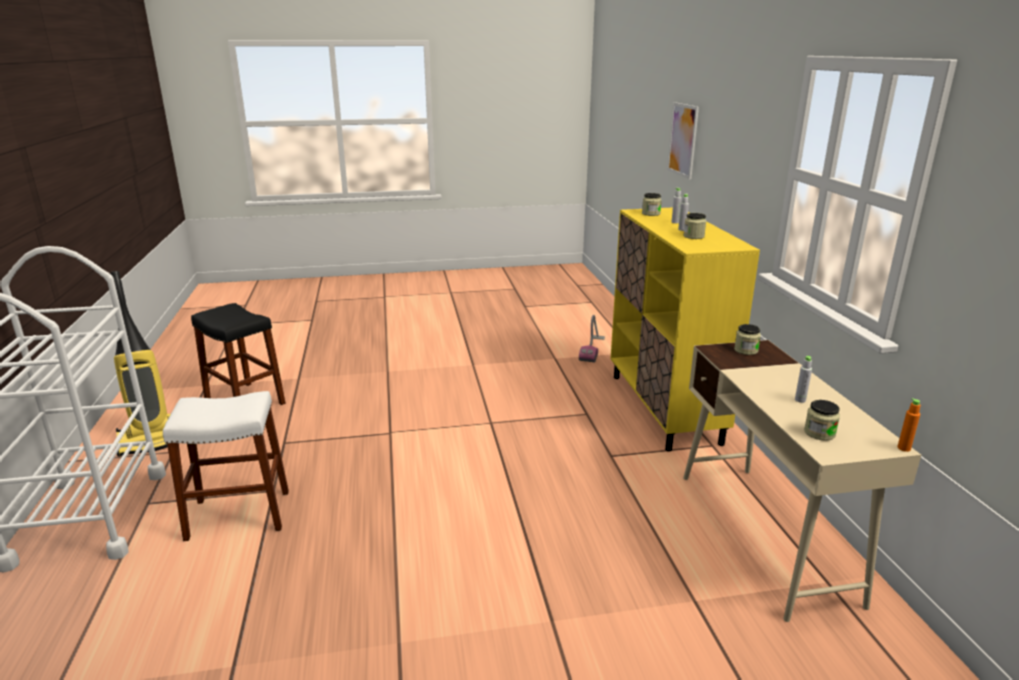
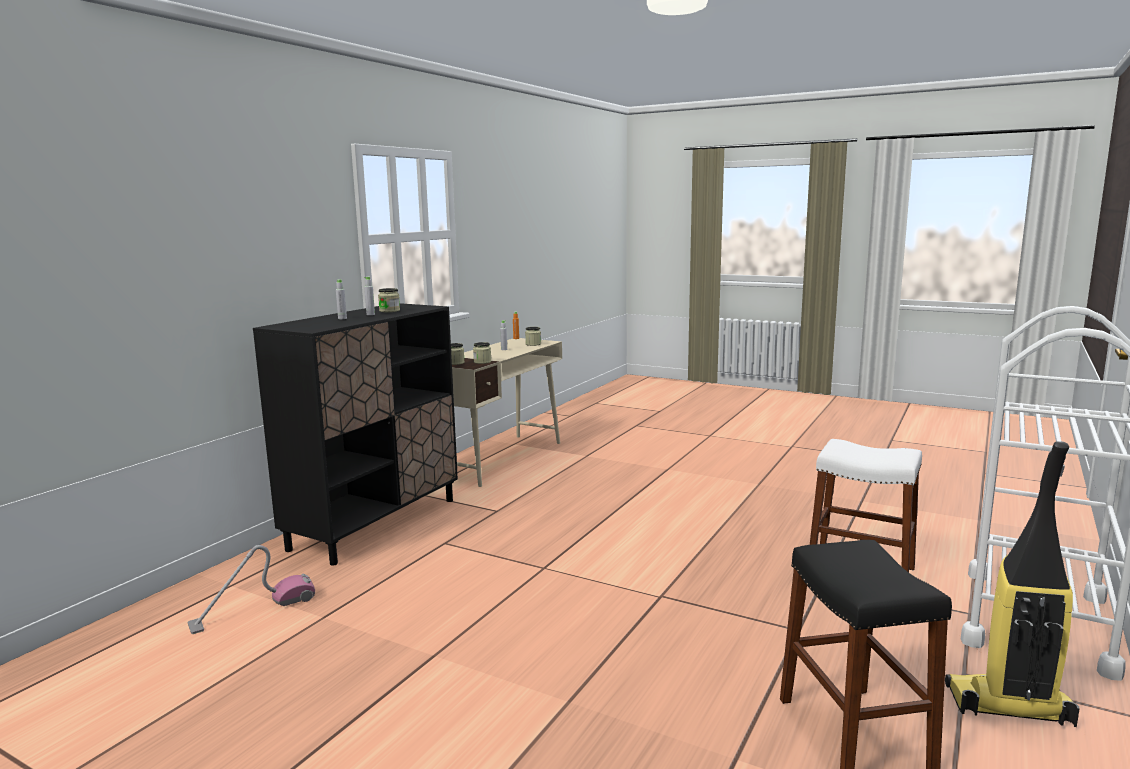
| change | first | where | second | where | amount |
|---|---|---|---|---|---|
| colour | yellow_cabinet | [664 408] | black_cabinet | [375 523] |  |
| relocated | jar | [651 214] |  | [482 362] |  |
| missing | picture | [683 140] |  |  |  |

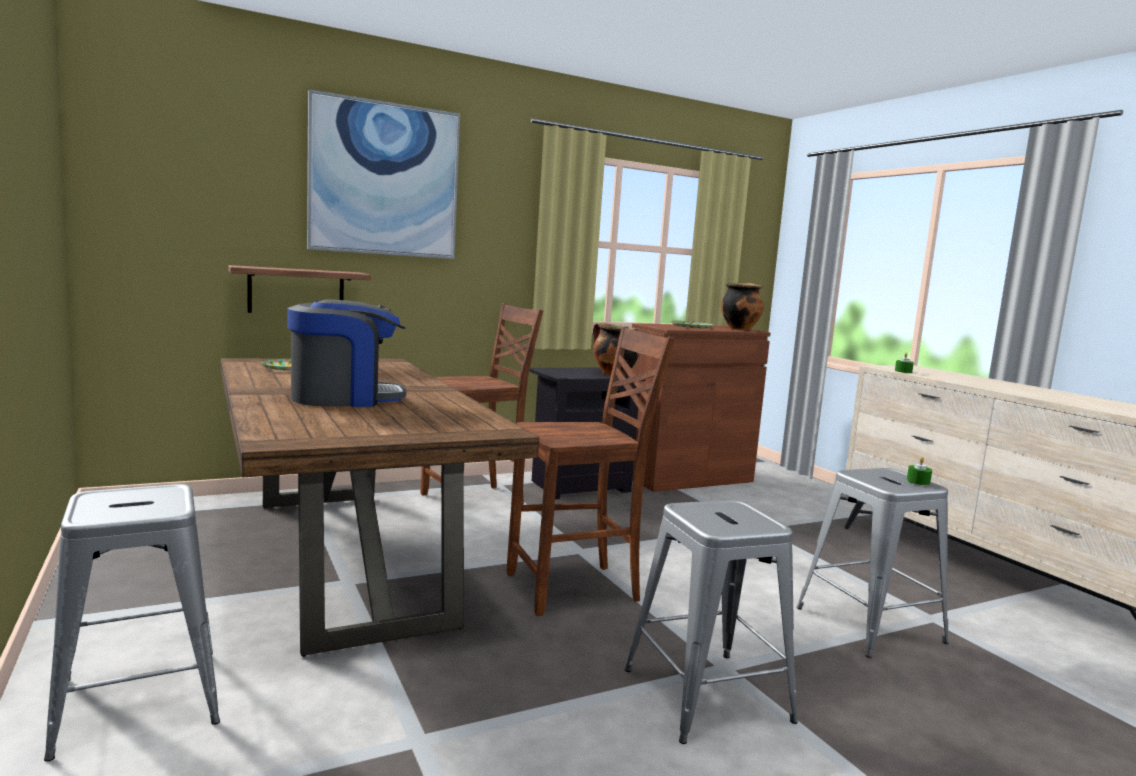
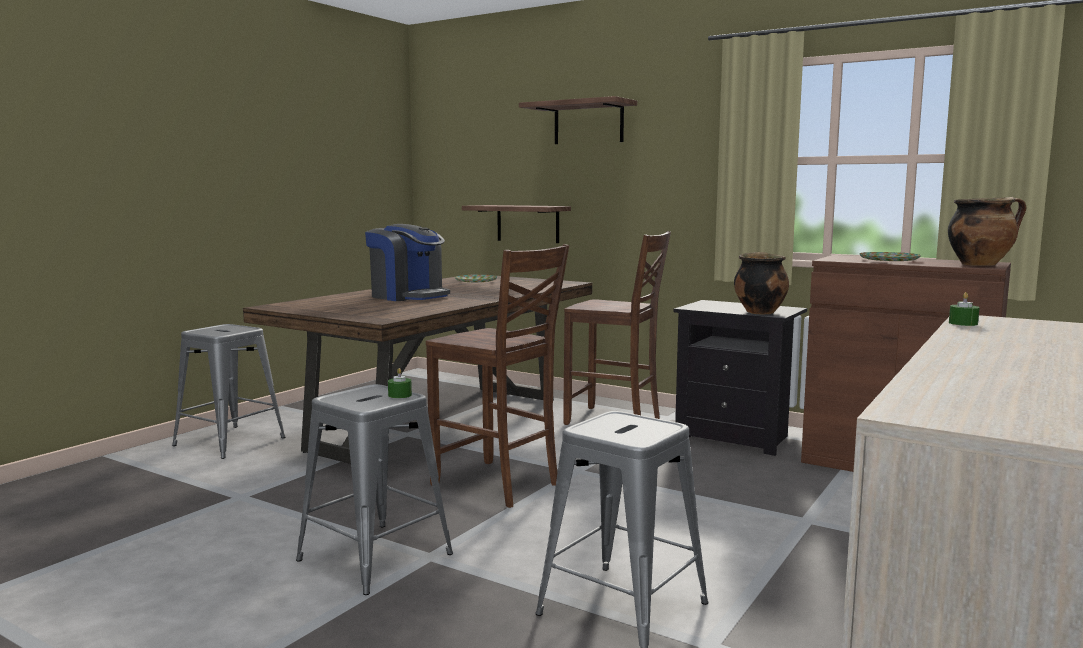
| change | first | where | second | where | amount |
|---|---|---|---|---|---|
| relocated | green_candle | [918 481] |  | [400 395] |  |
| exchanged | picture | [384 179] | shelf | [588 123] |  |

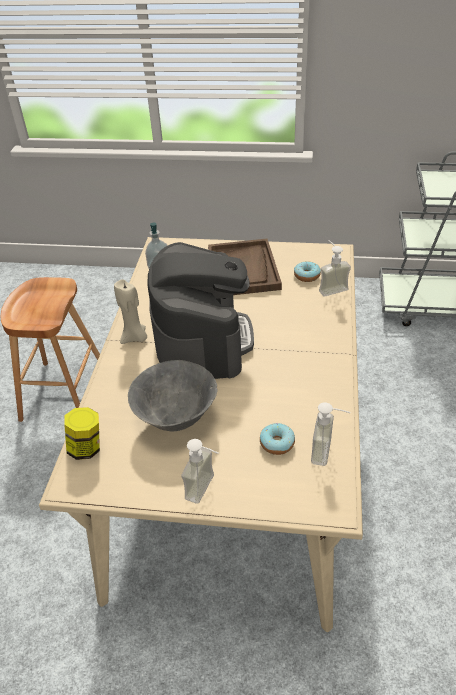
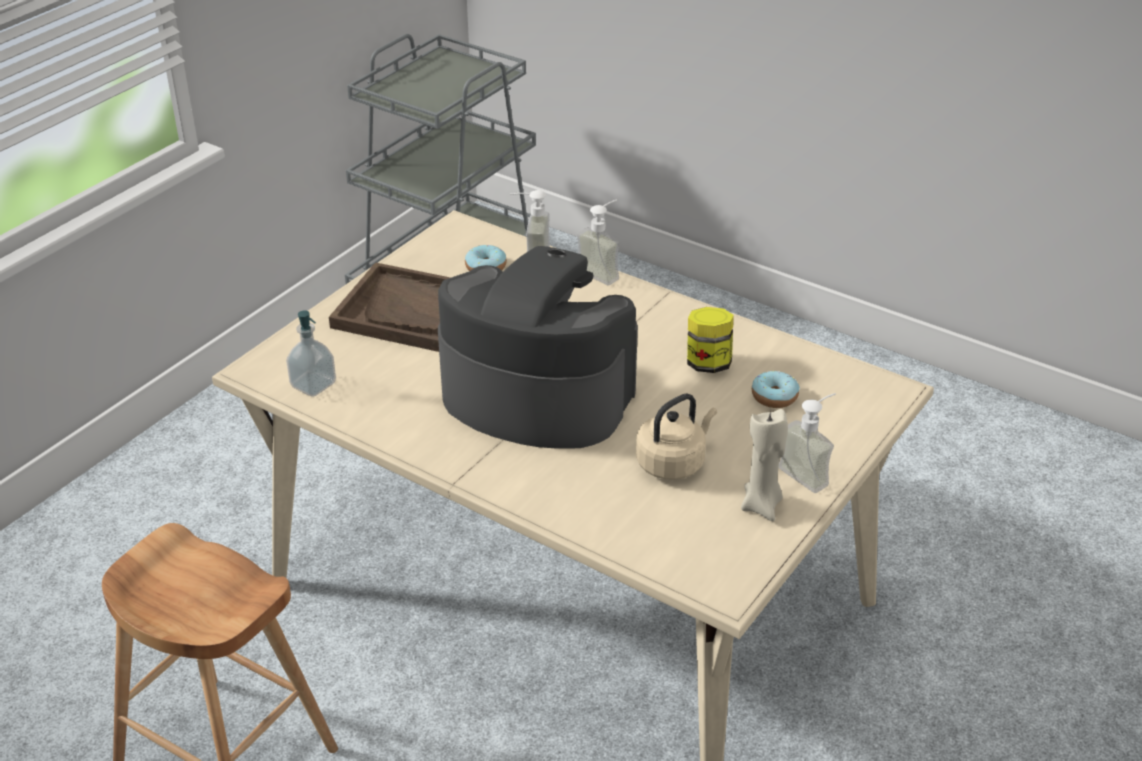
| change | first | where | second | where | amount |
|---|---|---|---|---|---|
| relocated | soap_dispenser | [329 452] |  | [603 271] |  |
| exchanged | grey_bowl | [176 418] | beige_kettle | [673 462] |  |
| relocated | jar | [86 448] |  | [708 363] |  |
| relocated | beige_candle | [135 338] |  | [762 505] |  |

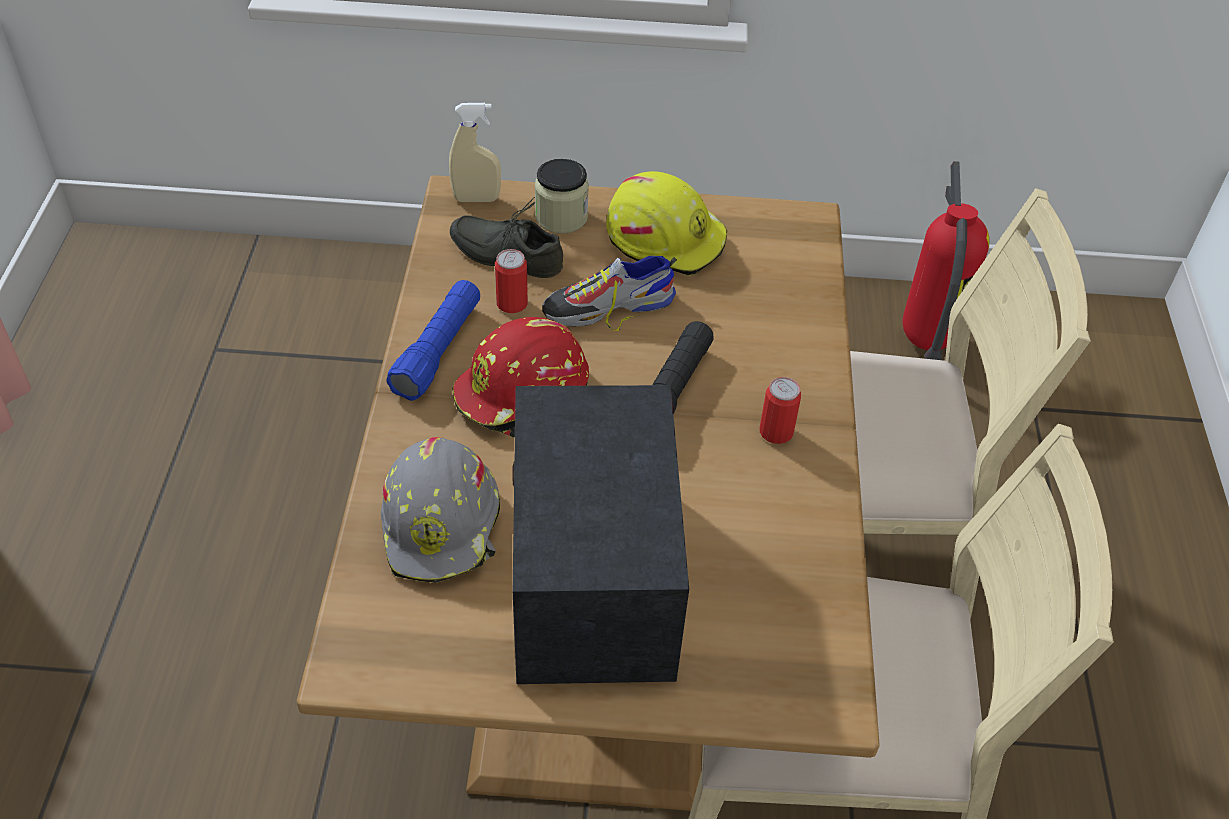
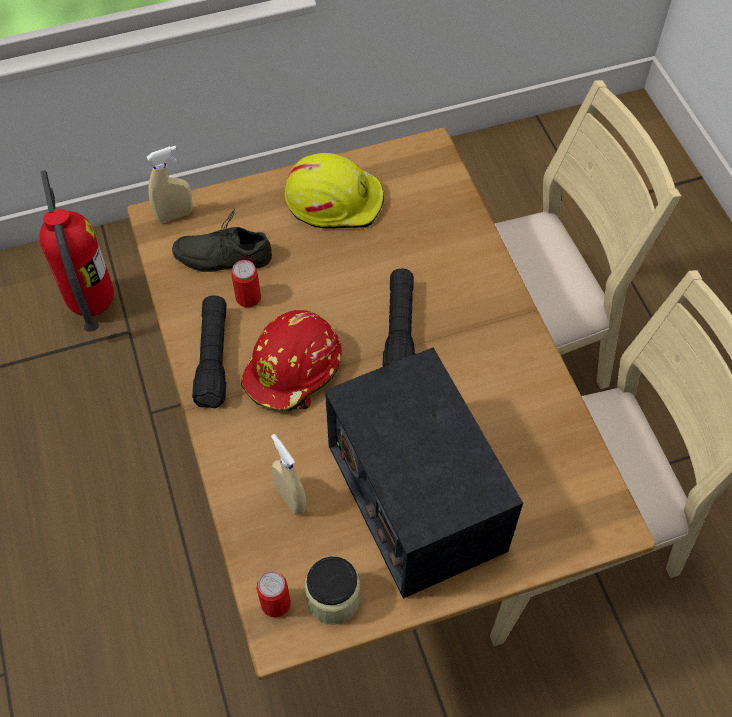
| change | first | where | second | where | amount |
|---|---|---|---|---|---|
| relocated | fire_extinguisher | [924 341] |  | [91 305] |  |
| colour | blue_flashlight | [438 351] | black_flashlight | [213 358] |  |
| relocated | can | [776 432] |  | [275 603] |  |
| exchanged | grey_hard_hat | [443 524] | beige_spray_bottle | [290 498] |  |
| relocated | jar | [561 217] |  | [333 599] |  |
| missing | shoe | [608 306] |  |  |  |

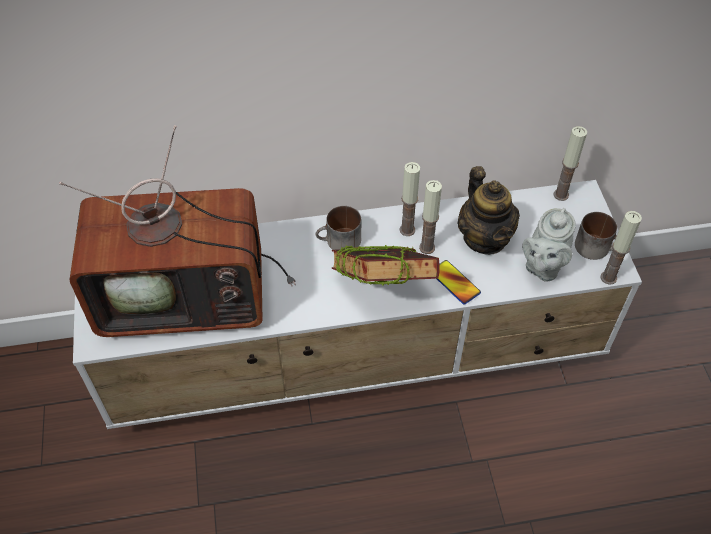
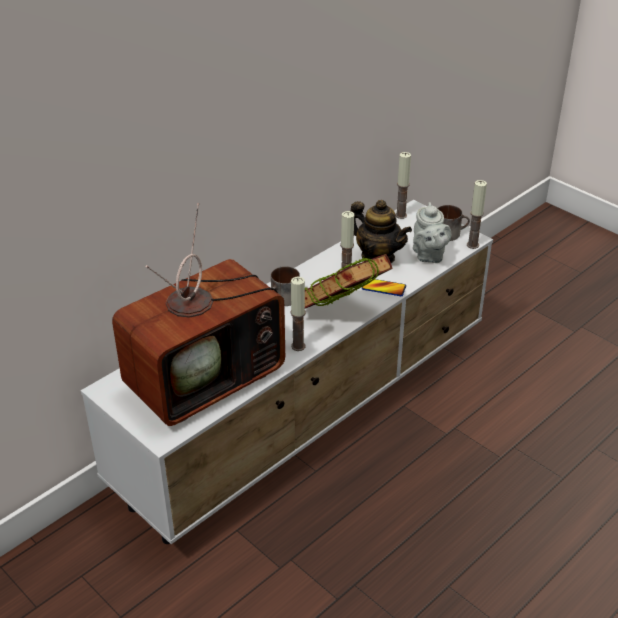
| change | first | where | second | where | amount |
|---|---|---|---|---|---|
| relocated | candle | [407 230] |  | [298 346] |  |

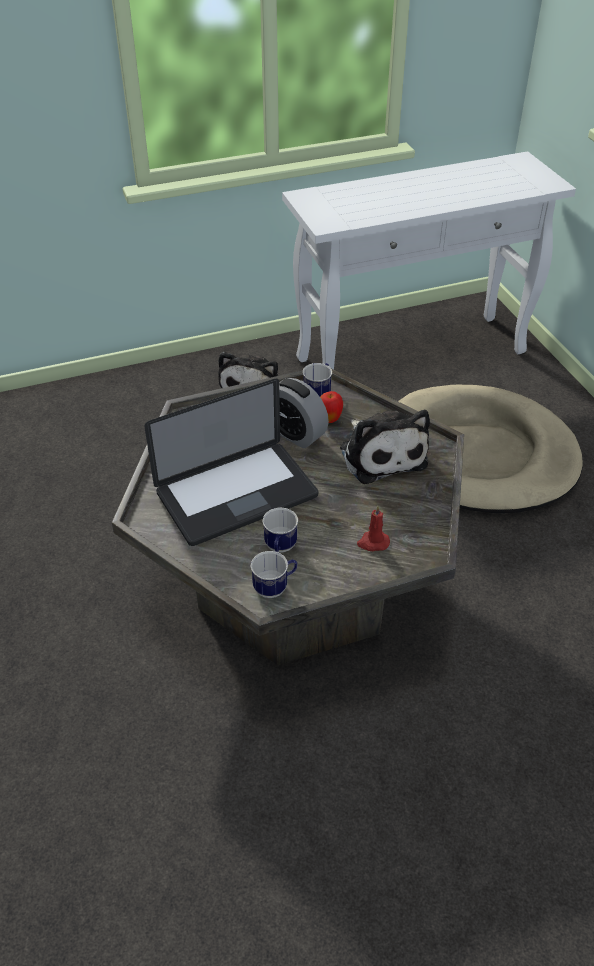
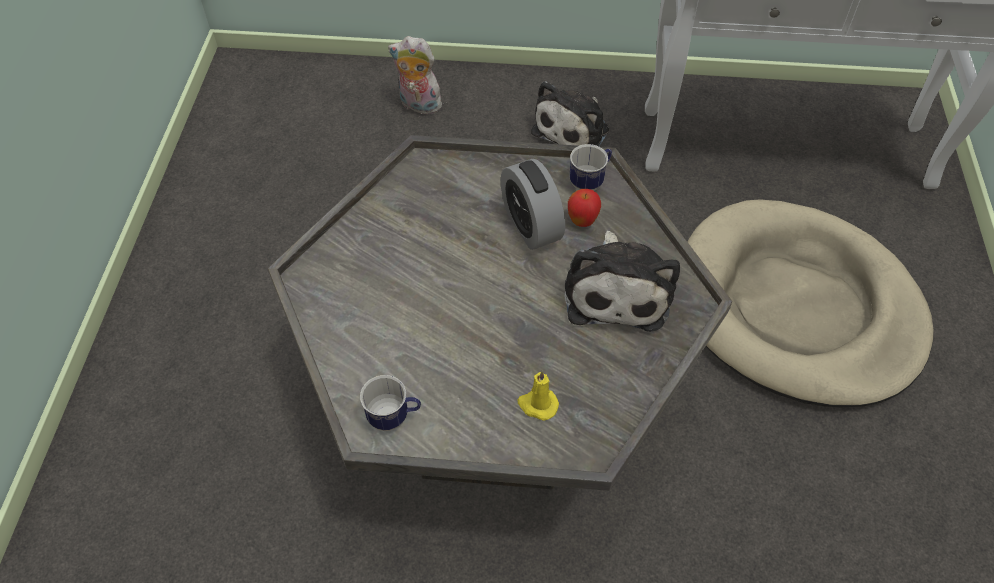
| change | first | where | second | where | amount |
|---|---|---|---|---|---|
| appeared |  |  | plush_toy | [418 105] |  |
| colour | red_candle | [373 542] | yellow_candle | [537 405] |  |
| missing | laptop | [237 495] |  |  |  |
| missing | mug | [280 548] |  |  |  |

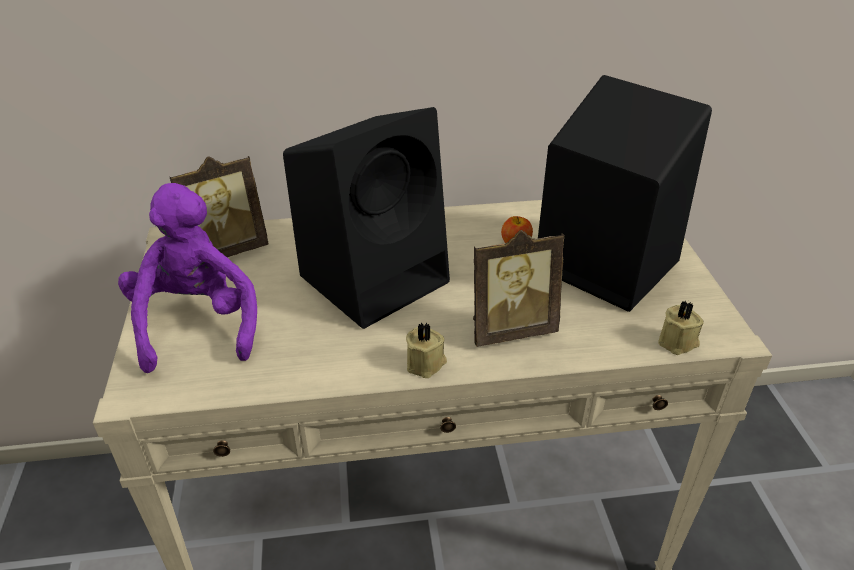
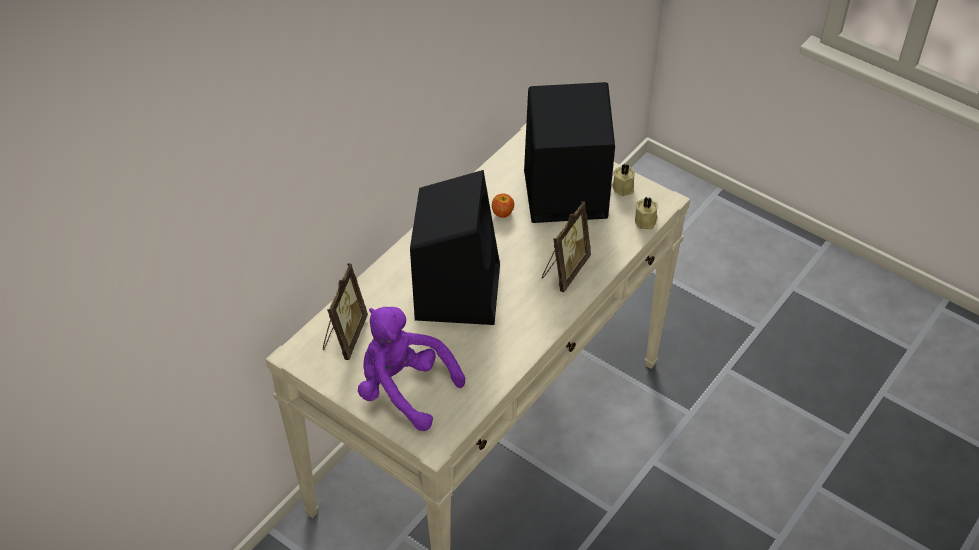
| change | first | where | second | where | amount |
|---|---|---|---|---|---|
| relocated | beige_candle | [426 364] |  | [624 187] |  |

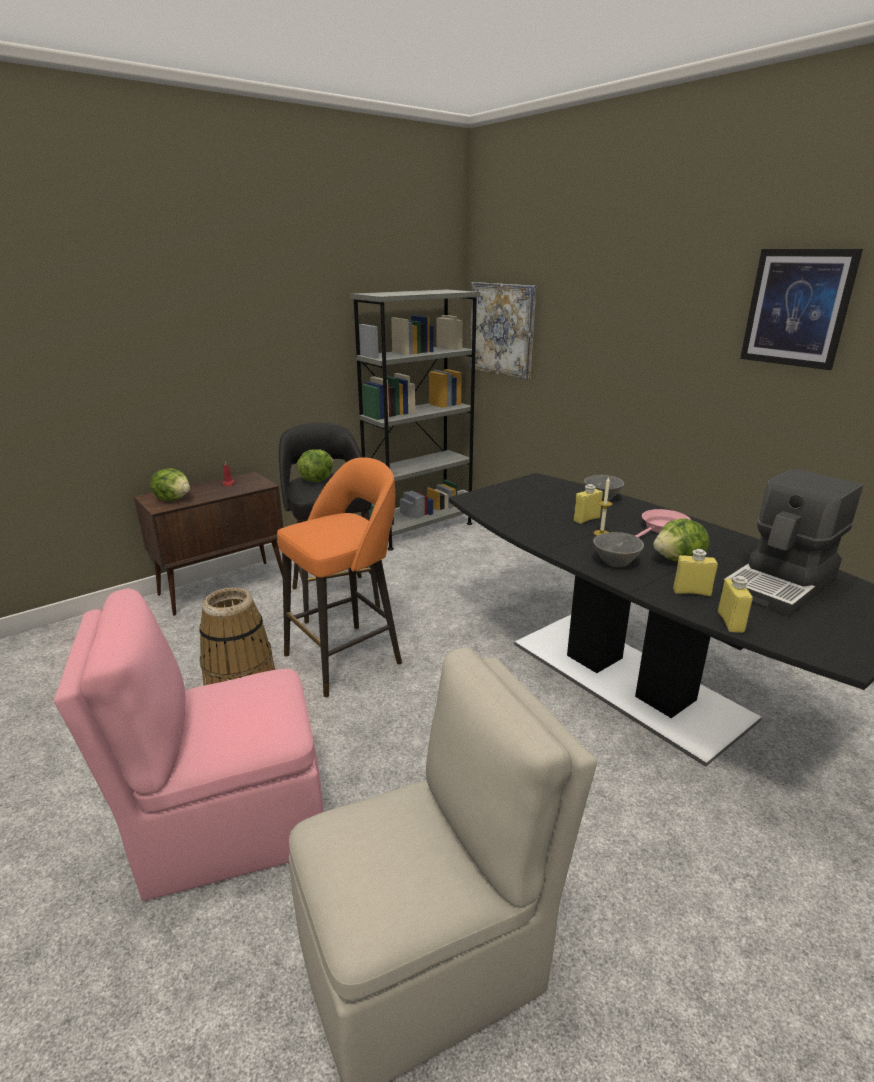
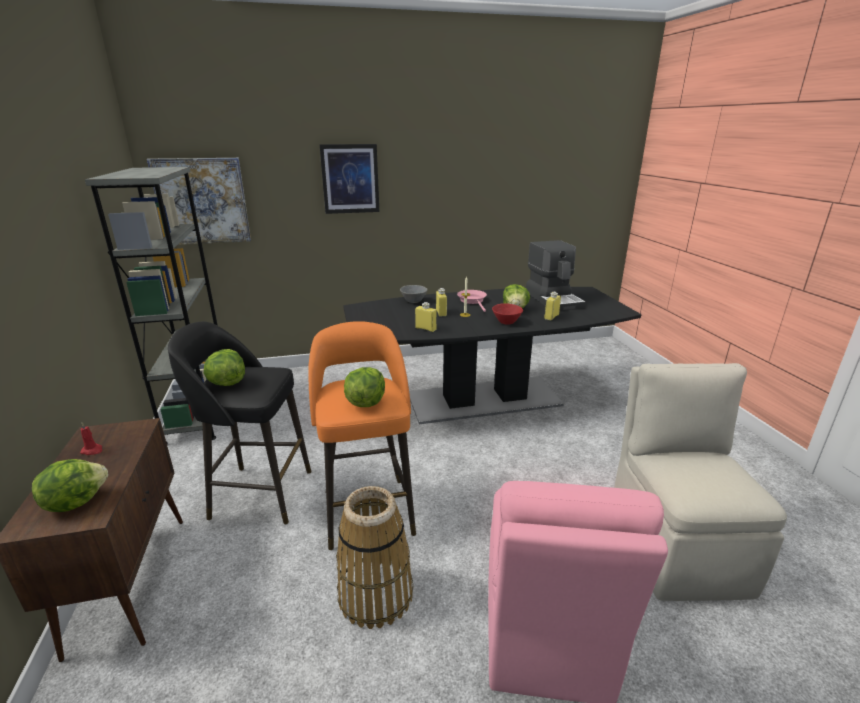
| change | first | where | second | where | amount |
|---|---|---|---|---|---|
| relocated | picture | [797 308] |  | [350 179] |  |
| appeared |  |  | lettuce | [365 402] |  |
| relocated | yellow_bottle | [730 622] |  | [425 329] |  |
| colour | grey_bowl | [614 562] | red_bowl | [505 322] |  |

